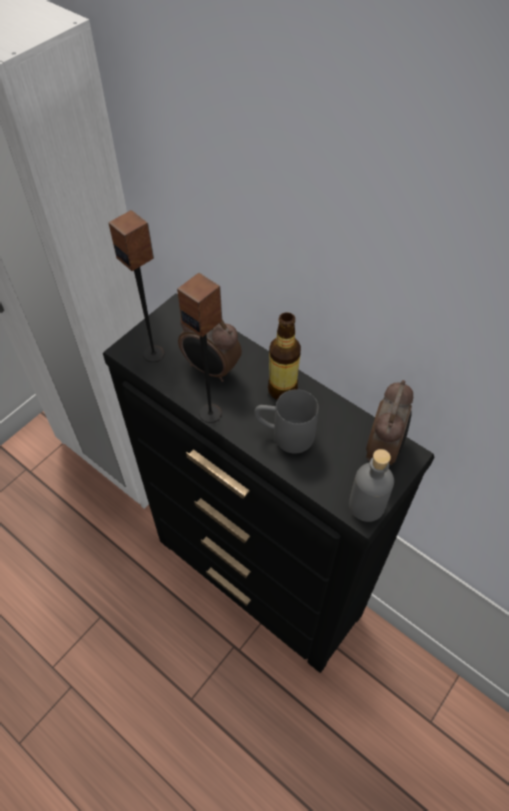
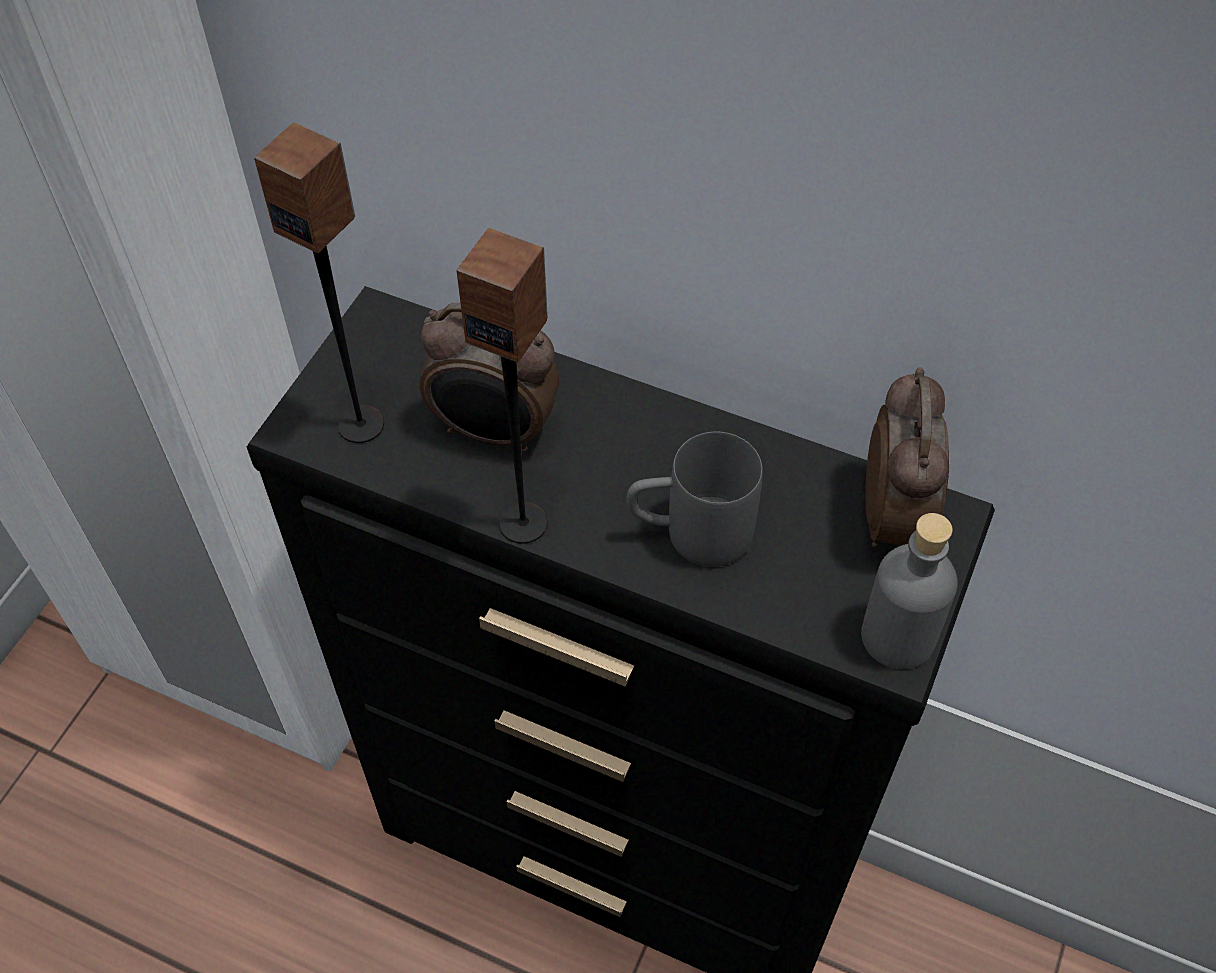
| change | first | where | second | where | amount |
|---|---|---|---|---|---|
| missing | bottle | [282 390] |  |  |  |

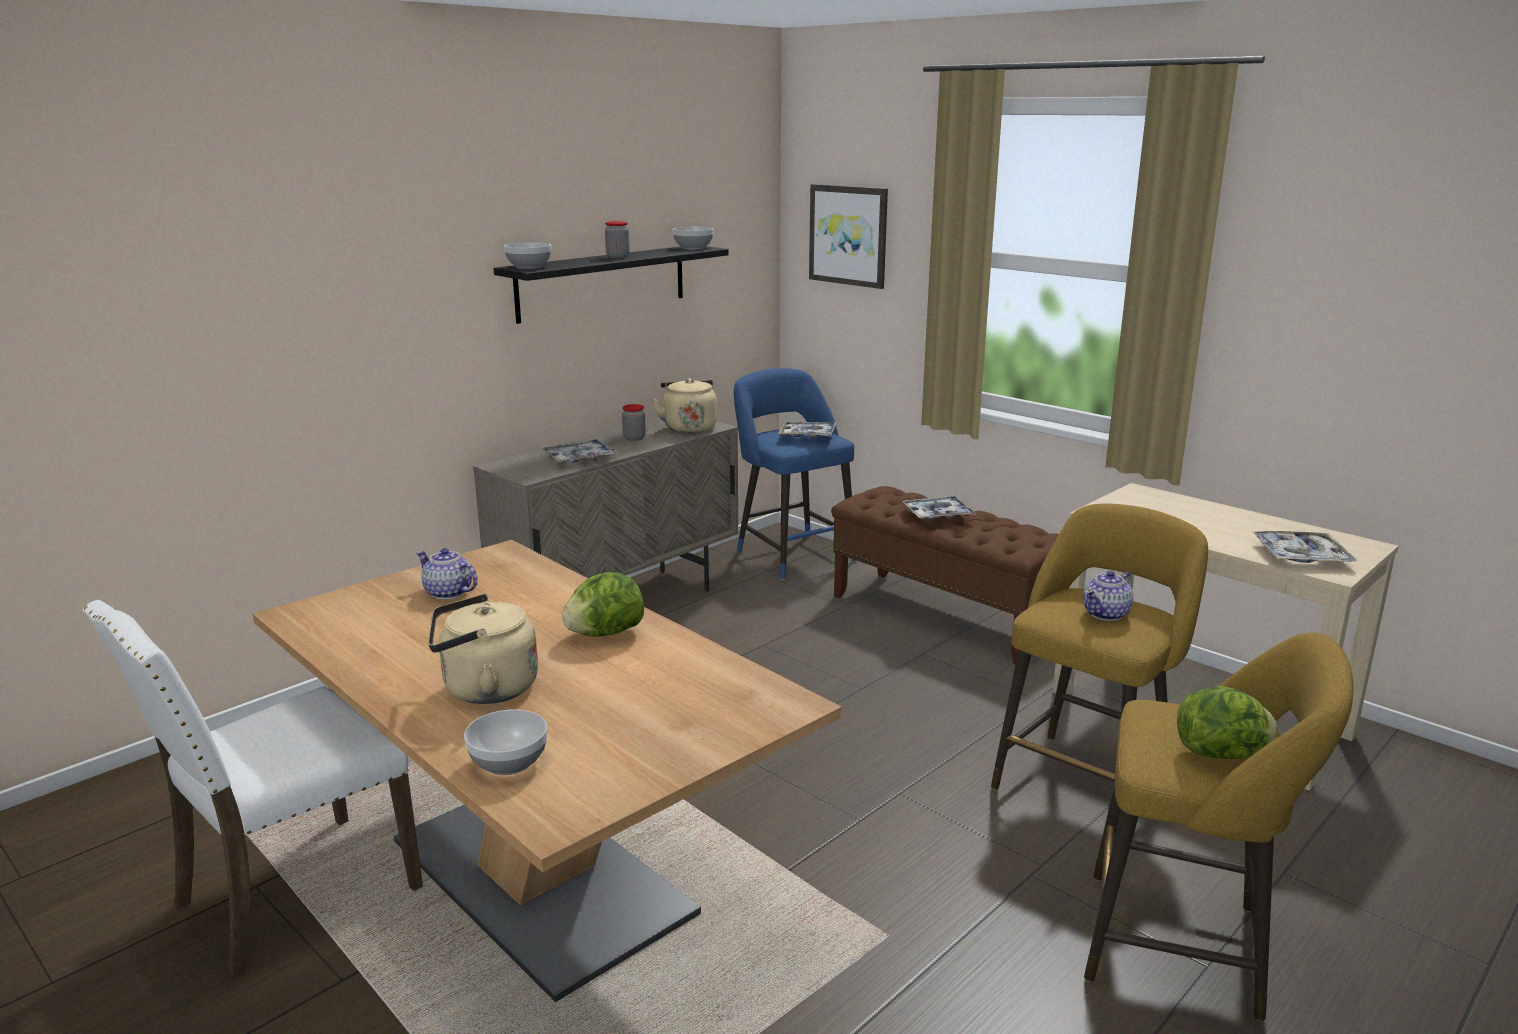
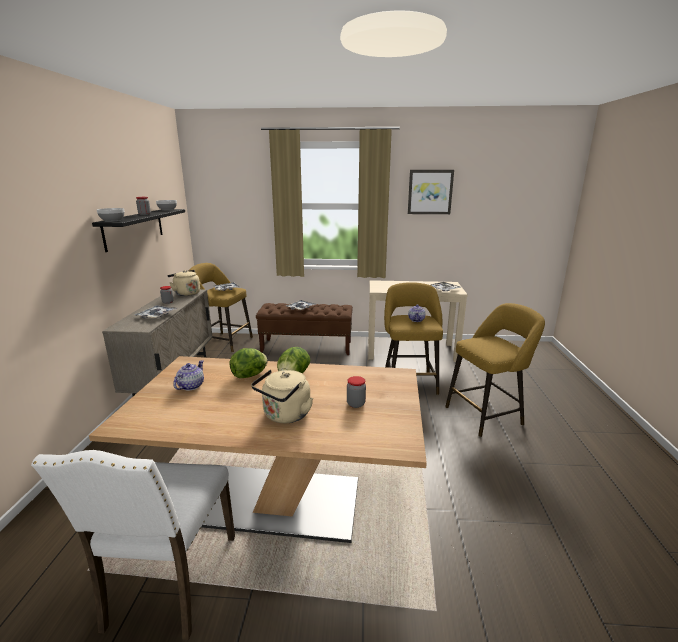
| change | first | where | second | where | amount |
|---|---|---|---|---|---|
| spun | teapot | [448 593] |  | [190 386] | 120 degrees clockwise |
| colour | blue_stool | [792 554] | yellow_stool | [224 342] |  |
| relocated | lettuce | [1221 754] |  | [250 375] |  |
| appeared |  |  | jar | [356 404] |  |
| relocated | picture | [848 235] |  | [430 192] |  |
| missing | bowl | [507 762] |  |  |  |

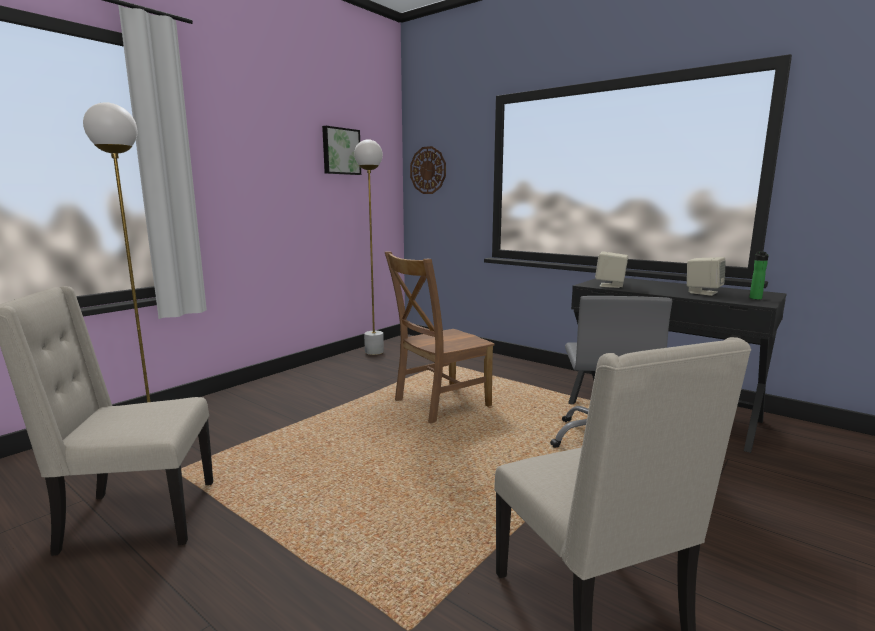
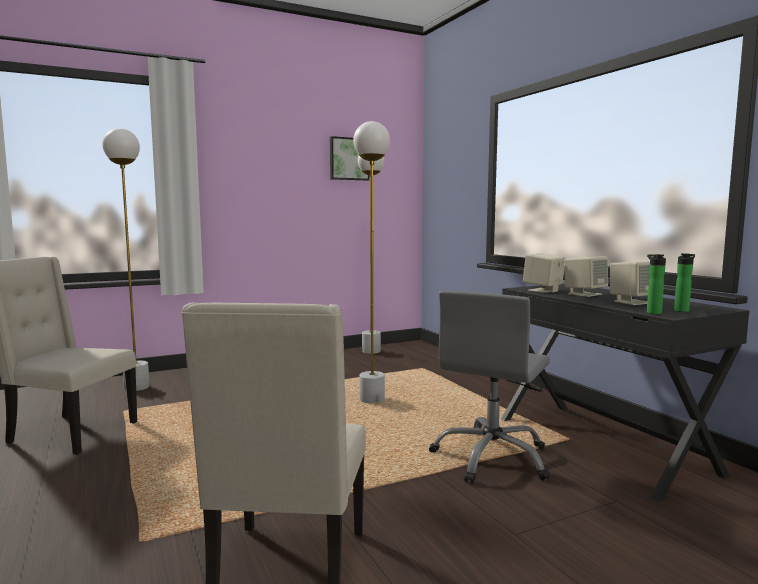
| change | first | where | second | where | amount |
|---|---|---|---|---|---|
| exchanged | brown_chair | [438 404] | white_floor_lamp | [372 400] |  |
| appeared |  |  | beige_speaker | [584 294] |  |
| appeared |  |  | bottle | [652 312] |  |
| missing | wall_clock | [428 170] |  |  |  |

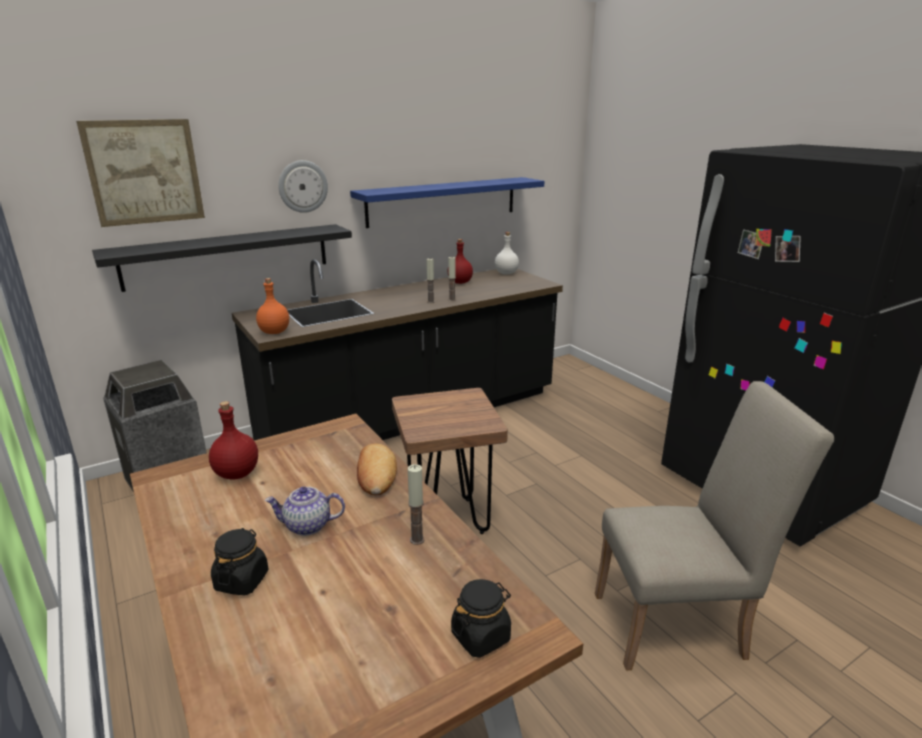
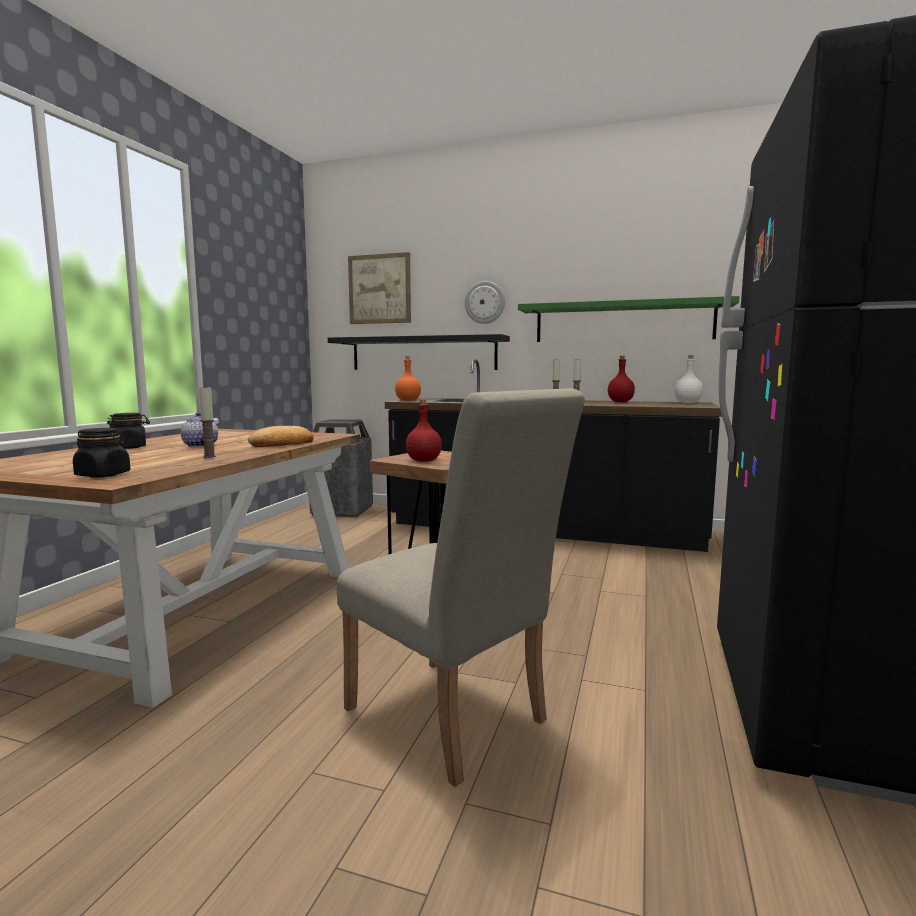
| change | first | where | second | where | amount |
|---|---|---|---|---|---|
| relocated | red_bottle | [236 473] |  | [423 461] |  |
| colour | blue_shelf | [443 201] | green_shelf | [623 322] |  |

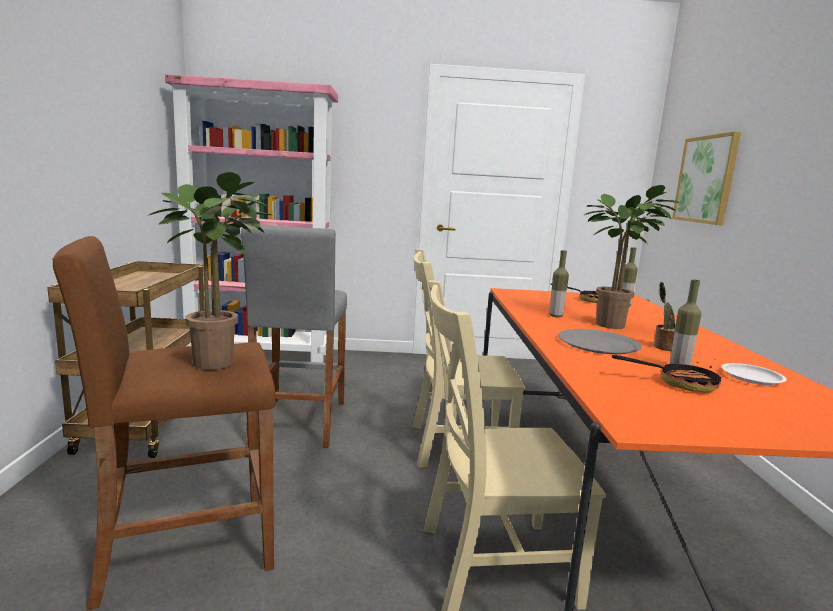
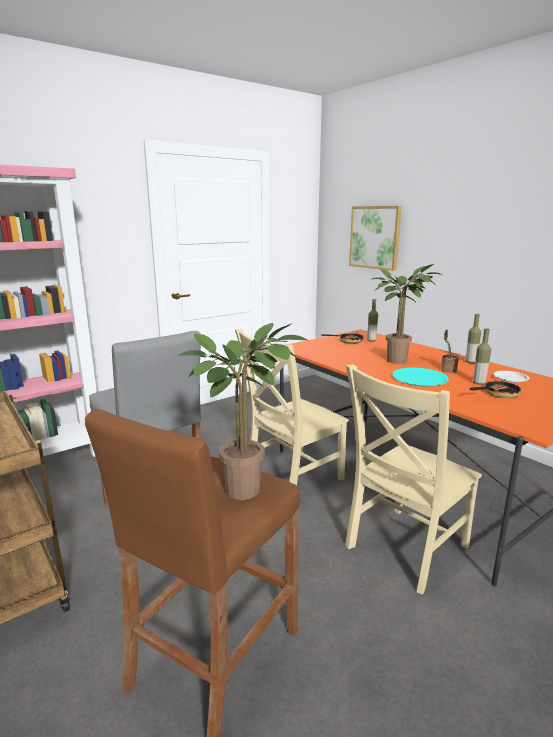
| change | first | where | second | where | amount |
|---|---|---|---|---|---|
| colour | grey_plate | [598 343] | turquoise_plate | [420 378] |  |
| relocated | bottle | [555 316] |  | [470 362] |  |

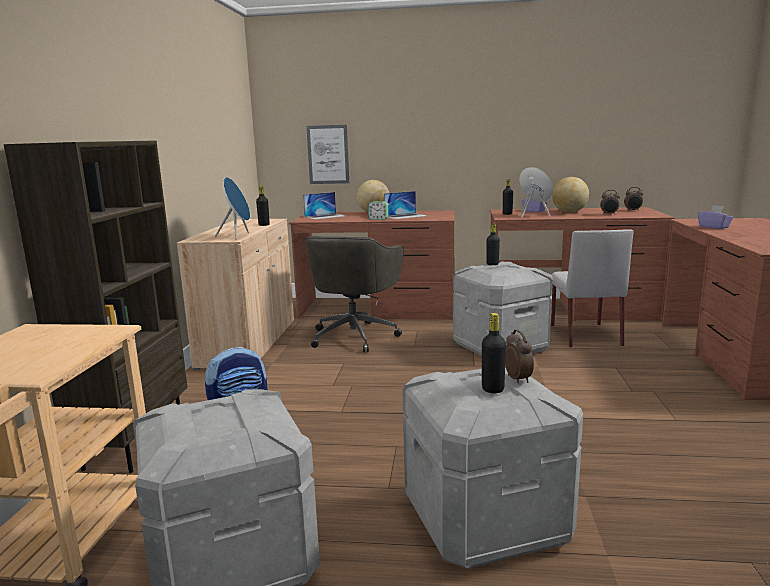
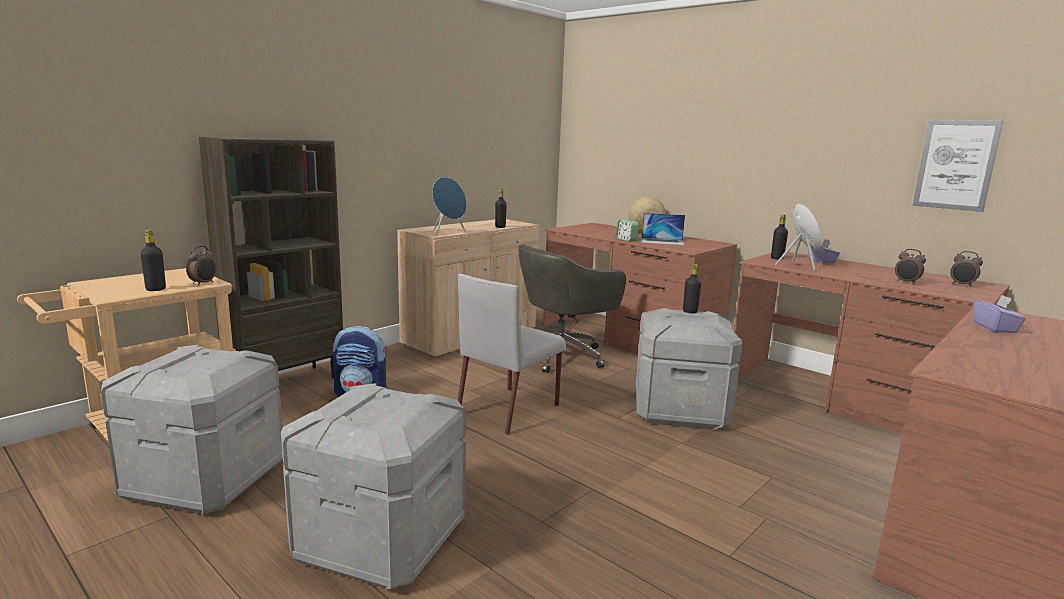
| change | first | where | second | where | amount |
|---|---|---|---|---|---|
| relocated | black_bottle | [492 389] |  | [156 289] |  |
| relocated | alarm_clock | [518 379] |  | [203 283] |  |
| relocated | grey_chair | [584 335] |  | [509 409] |  |
| relocated | picture | [328 154] |  | [955 165] |  |
| missing | laptop | [325 216] |  |  |  |
| missing | globe | [569 212] |  |  |  |

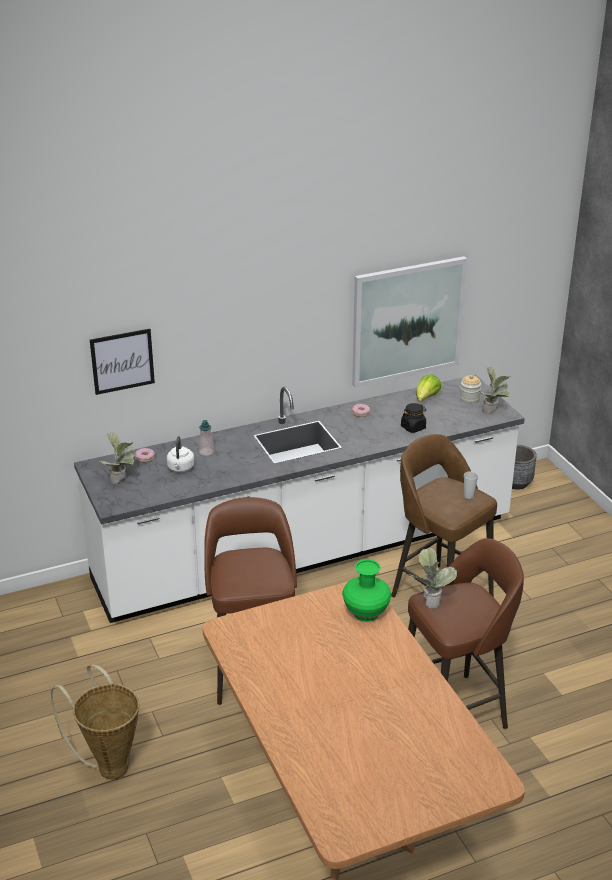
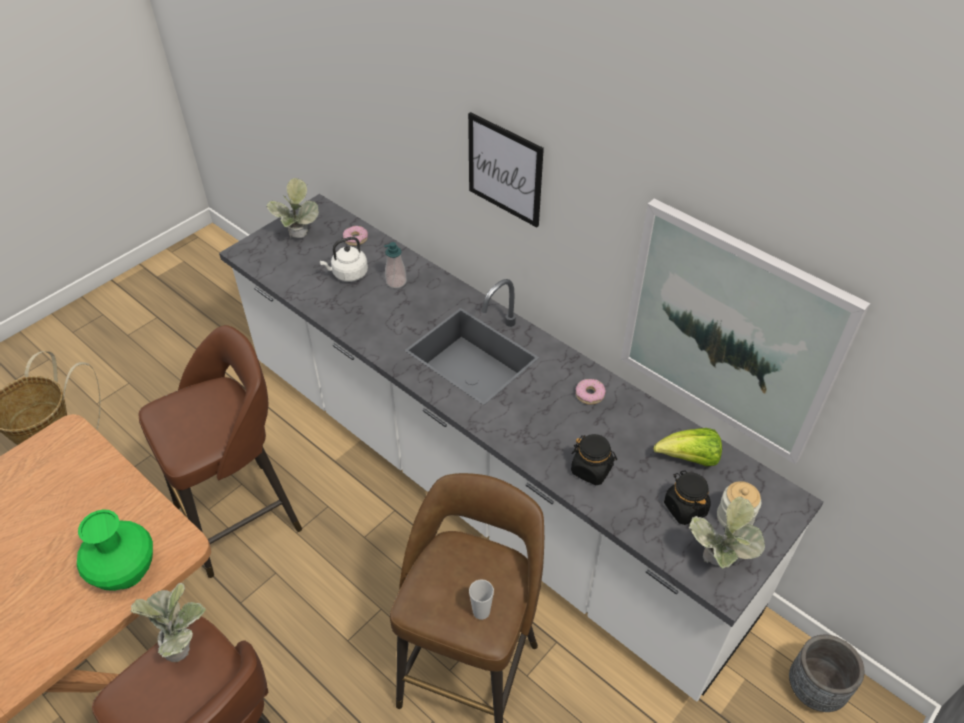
| change | first | where | second | where | amount |
|---|---|---|---|---|---|
| relocated | picture | [122 361] |  | [505 169] |  |
| appeared |  |  | black_jar | [685 508] |  |

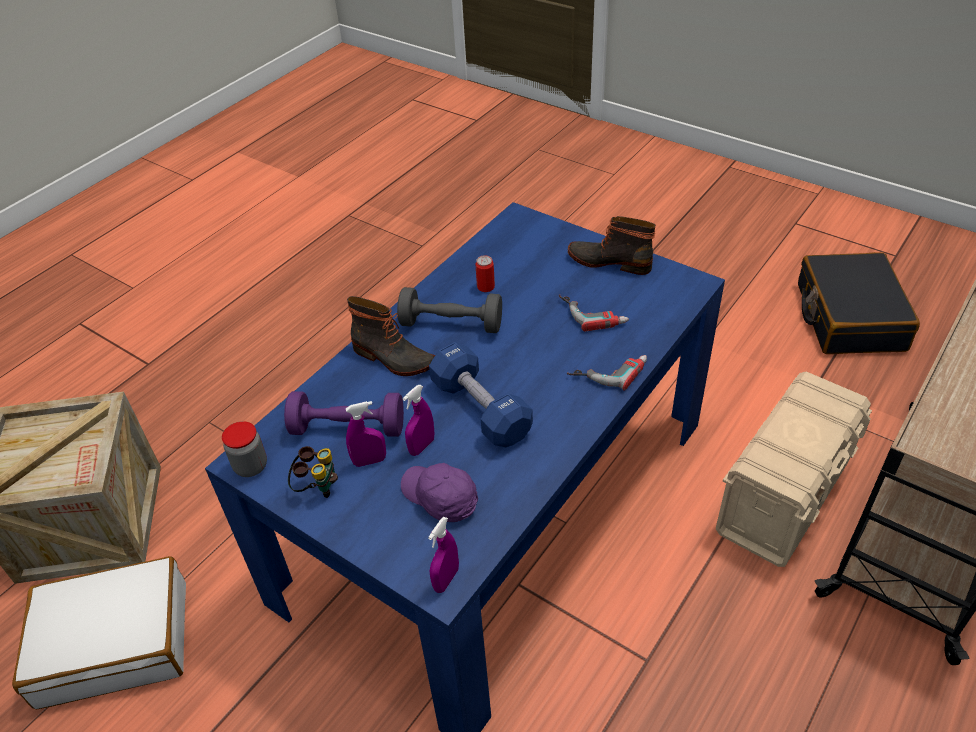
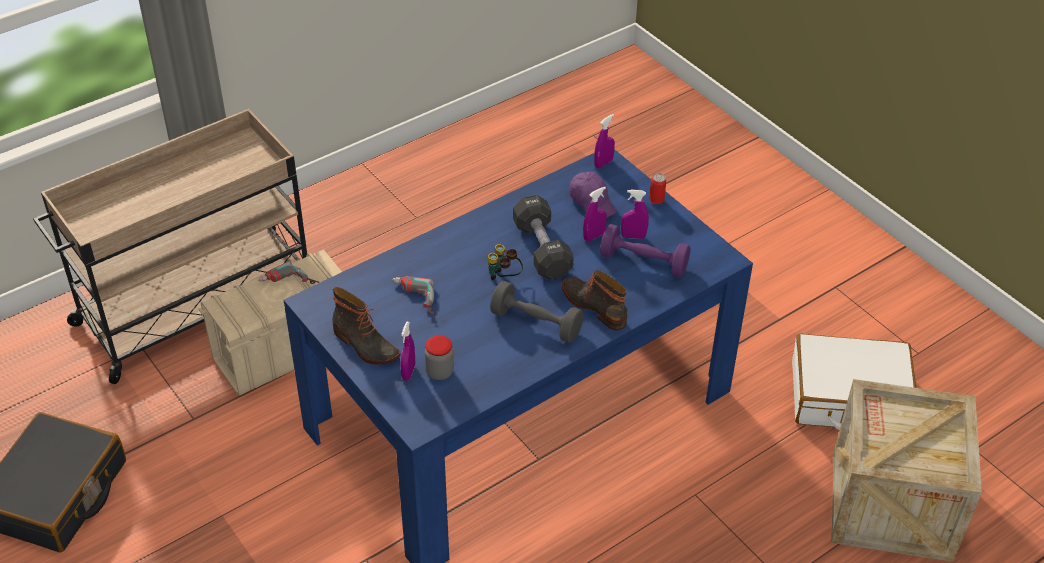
| change | first | where | second | where | amount |
|---|---|---|---|---|---|
| relocated | power_drill | [608 370] |  | [289 284] |  |
| appeared |  |  | purple_spray_bottle | [408 372] |  |
| relocated | jar | [251 466] |  | [440 372] |  |
| relocated | binoculars | [317 487] |  | [504 278] |  |
| colour | blue_dumbbell | [480 409] | black_dumbbell | [542 249] |  |
| relocated | can | [485 287] |  | [656 199] |  |

